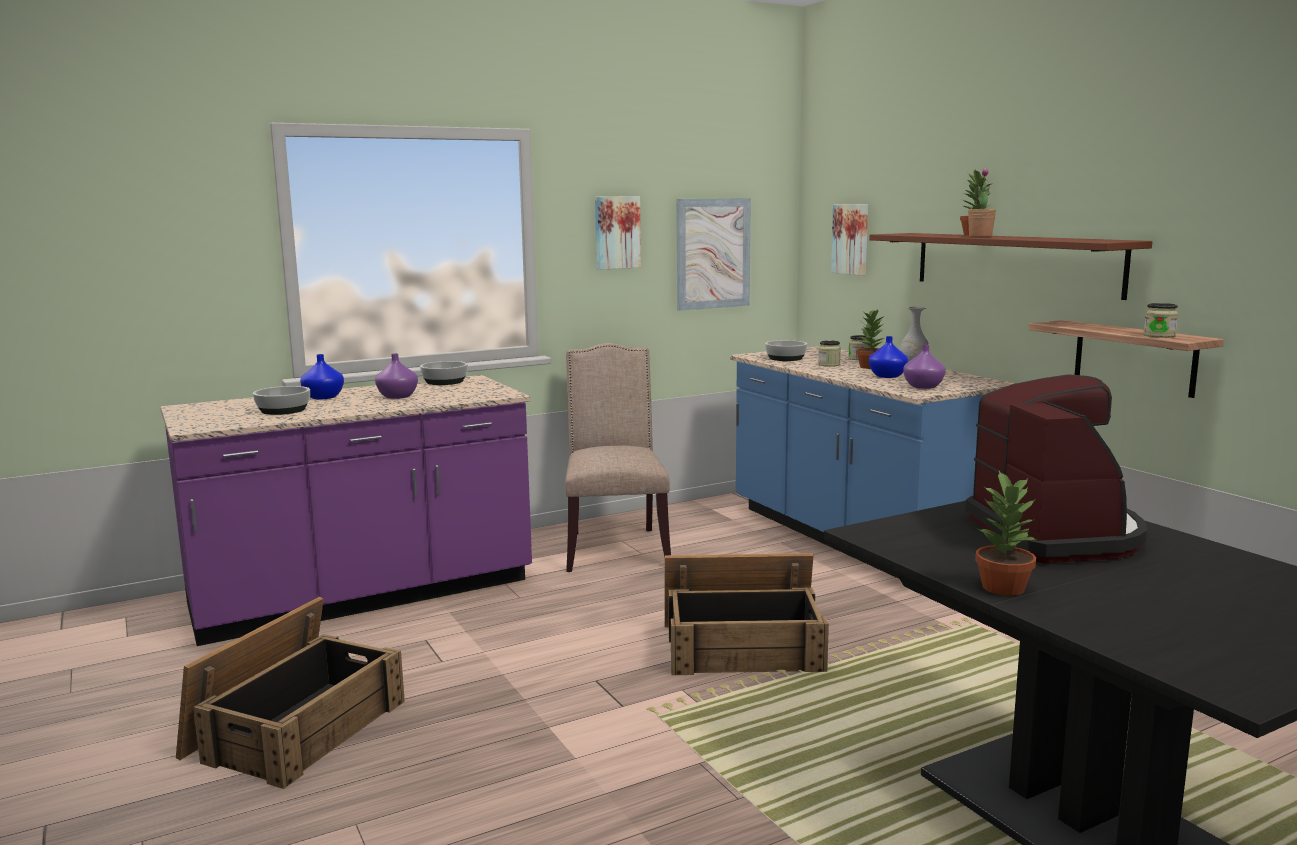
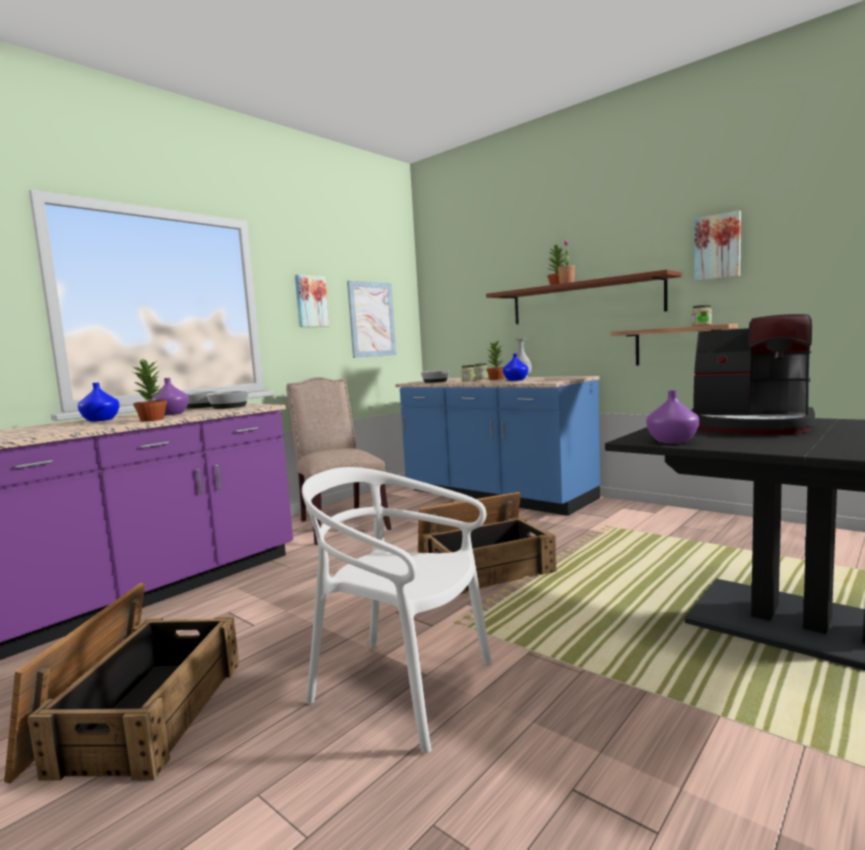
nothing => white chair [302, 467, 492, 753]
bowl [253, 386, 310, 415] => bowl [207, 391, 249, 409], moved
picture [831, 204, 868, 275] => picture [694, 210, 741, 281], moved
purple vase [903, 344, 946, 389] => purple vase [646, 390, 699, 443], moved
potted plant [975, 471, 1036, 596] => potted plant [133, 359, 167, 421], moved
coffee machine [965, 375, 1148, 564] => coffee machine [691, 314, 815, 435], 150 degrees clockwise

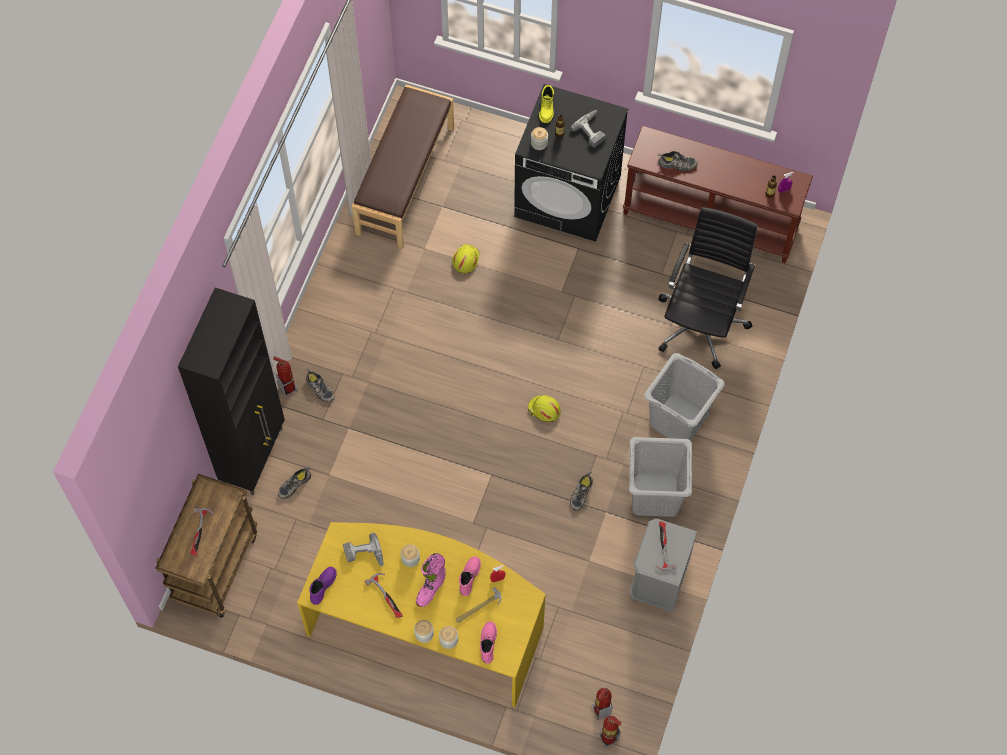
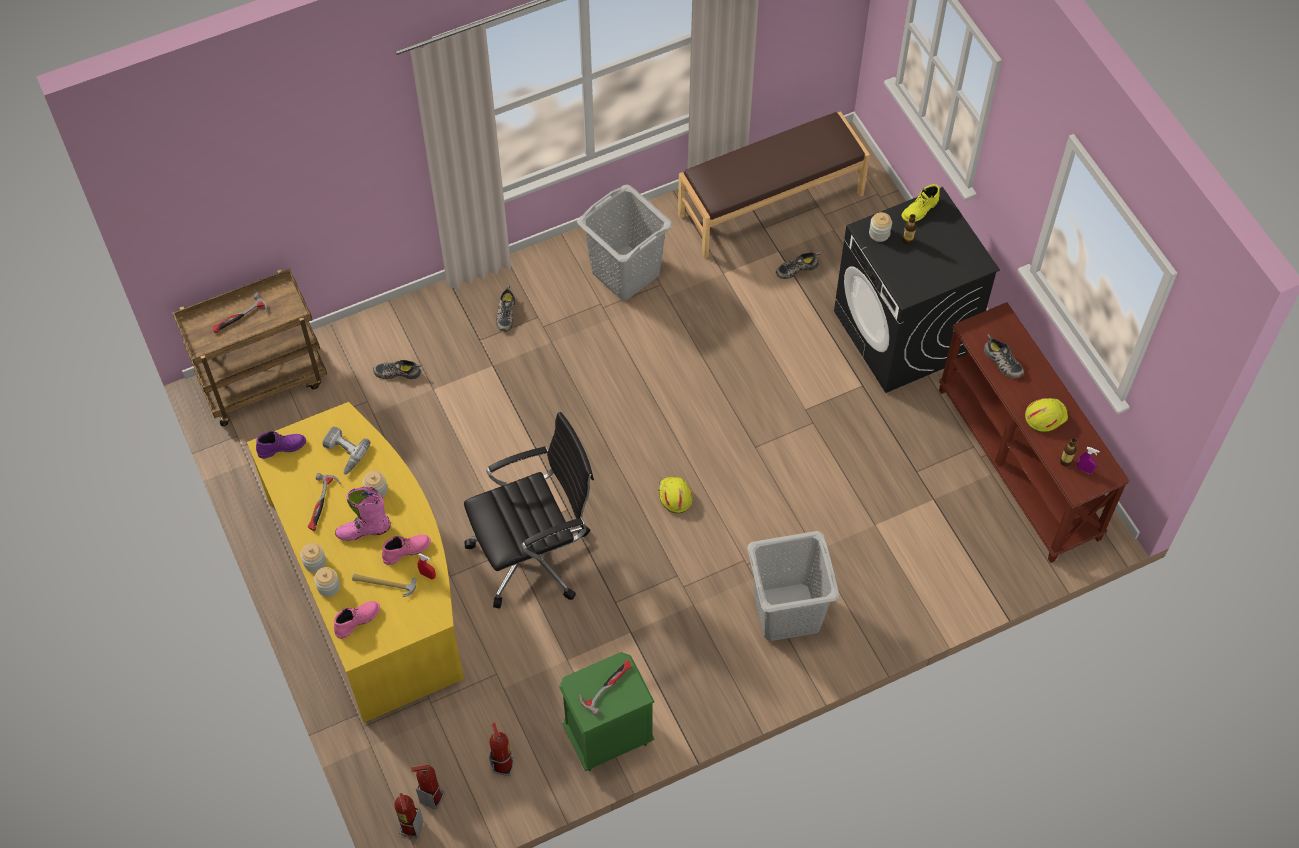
black cabinet [178, 288, 285, 496] => nothing
power drill [571, 110, 606, 147] => nothing
fire extinguisher [273, 356, 298, 397] => fire extinguisher [489, 723, 515, 776], moved
yellow hard hat [452, 244, 480, 273] => yellow hard hat [1025, 398, 1068, 432], moved
shoe [570, 471, 593, 511] => shoe [776, 252, 821, 279], moved
grey laundry basket [629, 437, 692, 517] => grey laundry basket [577, 185, 673, 300], moved
black office chair [658, 207, 758, 369] => black office chair [464, 412, 594, 608], moved
grey nightstand [629, 518, 697, 613] => green nightstand [559, 652, 655, 771]

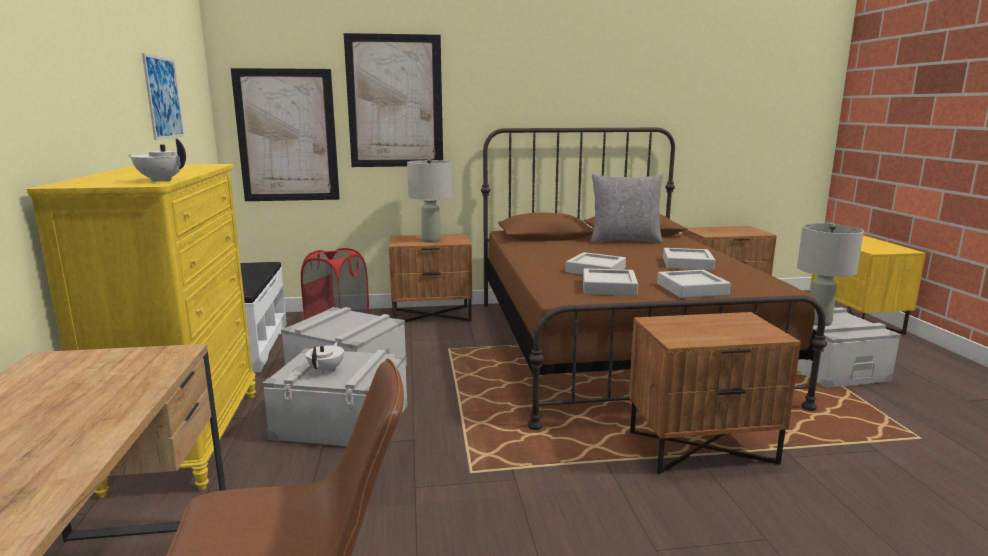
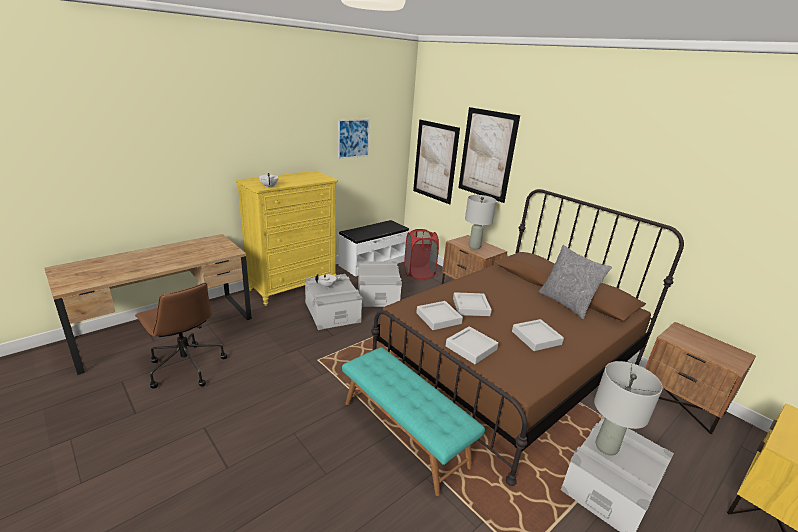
brown nightstand [629, 312, 801, 475] => turquoise bench [342, 347, 485, 496]

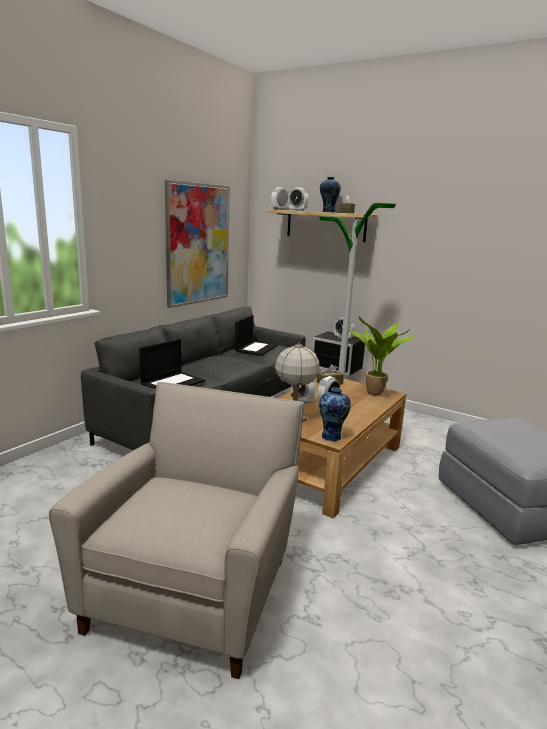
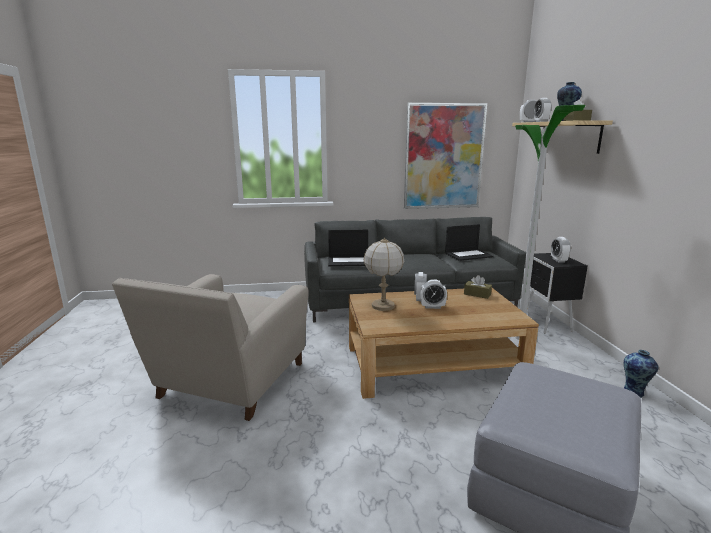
potted plant [348, 316, 416, 396] => nothing
vase [319, 388, 351, 441] => vase [624, 350, 659, 398], moved
beige armchair [49, 382, 304, 679] => beige armchair [112, 274, 309, 421], 135 degrees clockwise

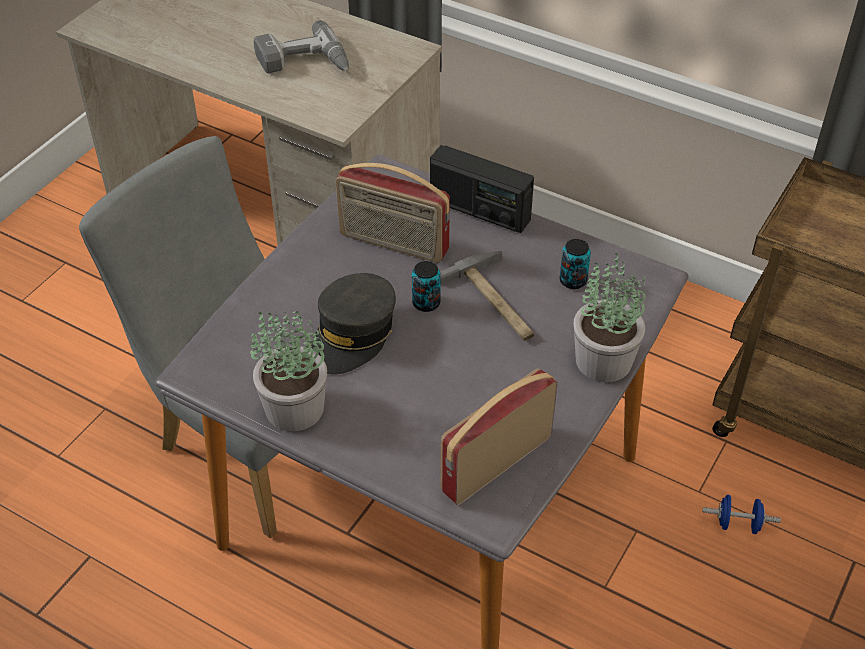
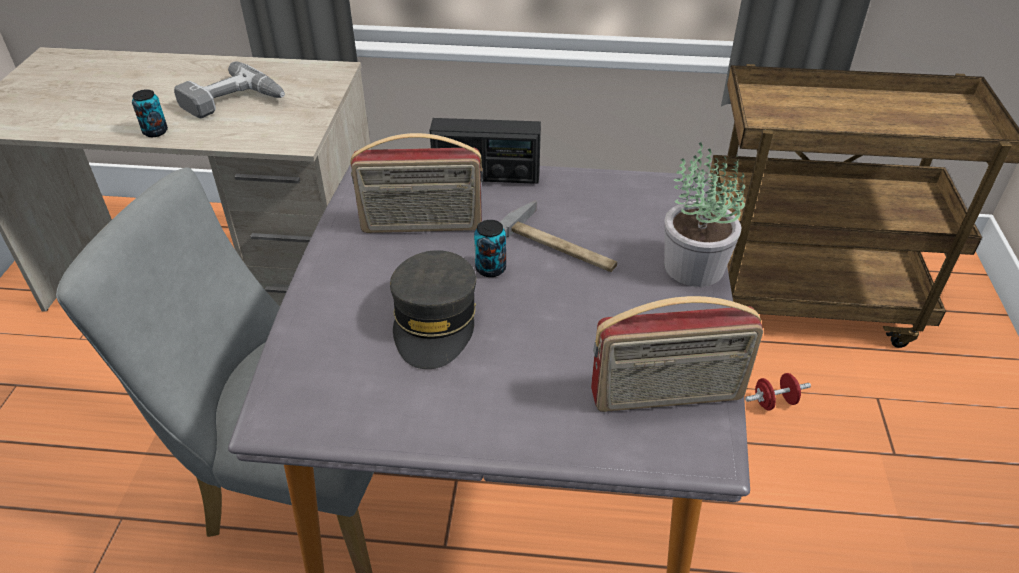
potted plant [250, 306, 327, 431] => nothing
can [560, 239, 591, 289] => can [132, 89, 168, 137], moved
blue dumbbell [702, 495, 781, 534] => red dumbbell [745, 373, 811, 410]
radio [440, 368, 558, 505] => radio [591, 296, 763, 412], 120 degrees counterclockwise

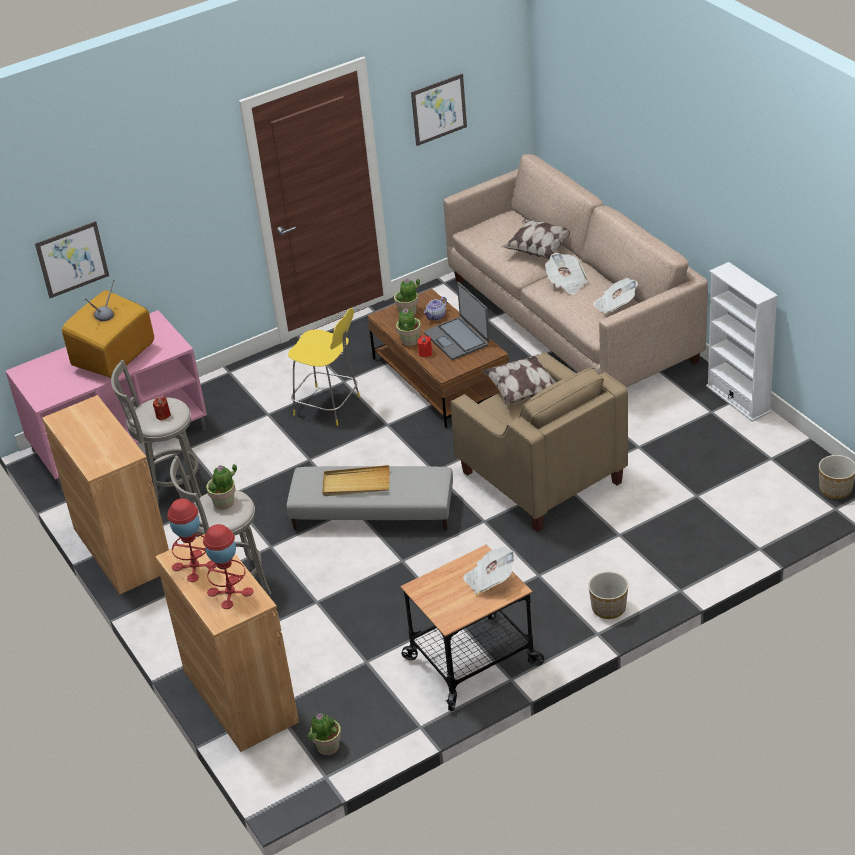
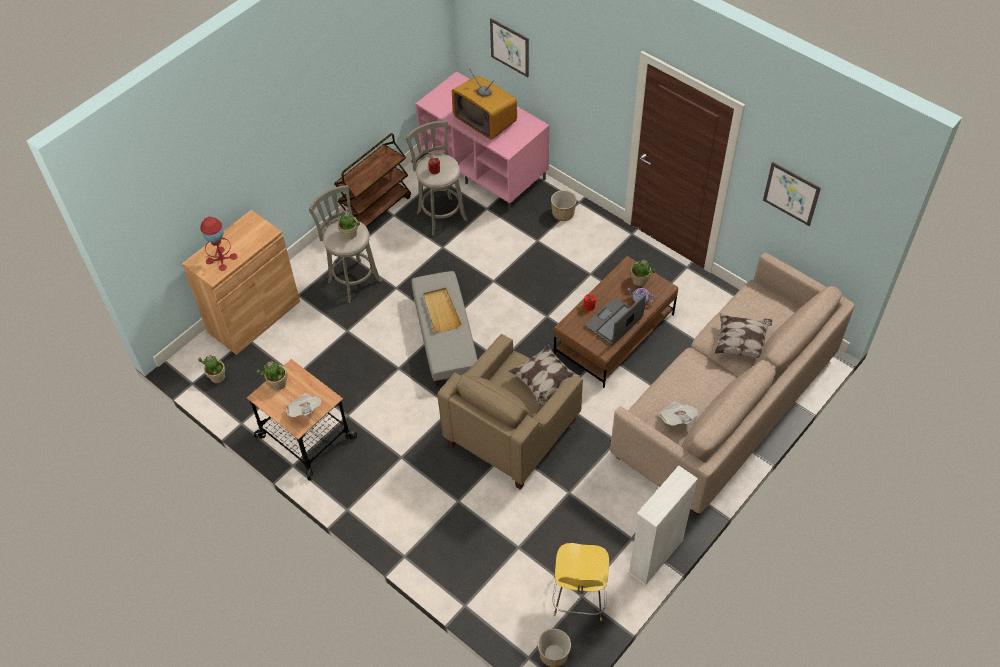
red table lamp [167, 499, 217, 582] => nothing
newspaper [545, 253, 588, 295] => nothing
yellow stool [288, 308, 360, 426] => yellow stool [552, 543, 609, 621], moved
potted plant [396, 308, 421, 346] => potted plant [257, 361, 287, 390], moved
planter [588, 572, 628, 619] => planter [551, 190, 577, 221], moved
brown cabinet [42, 395, 169, 595] => brown cart [334, 133, 411, 227]
television [62, 280, 154, 378] => television [452, 69, 517, 140], 150 degrees counterclockwise

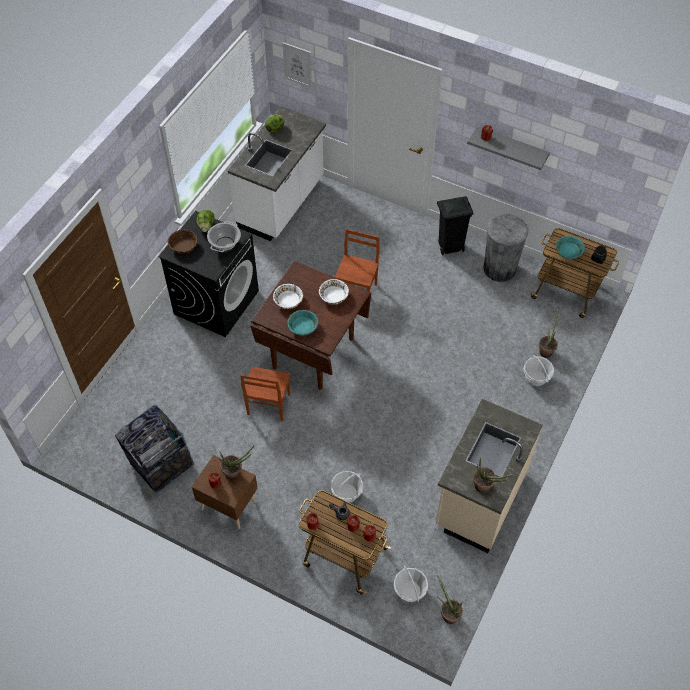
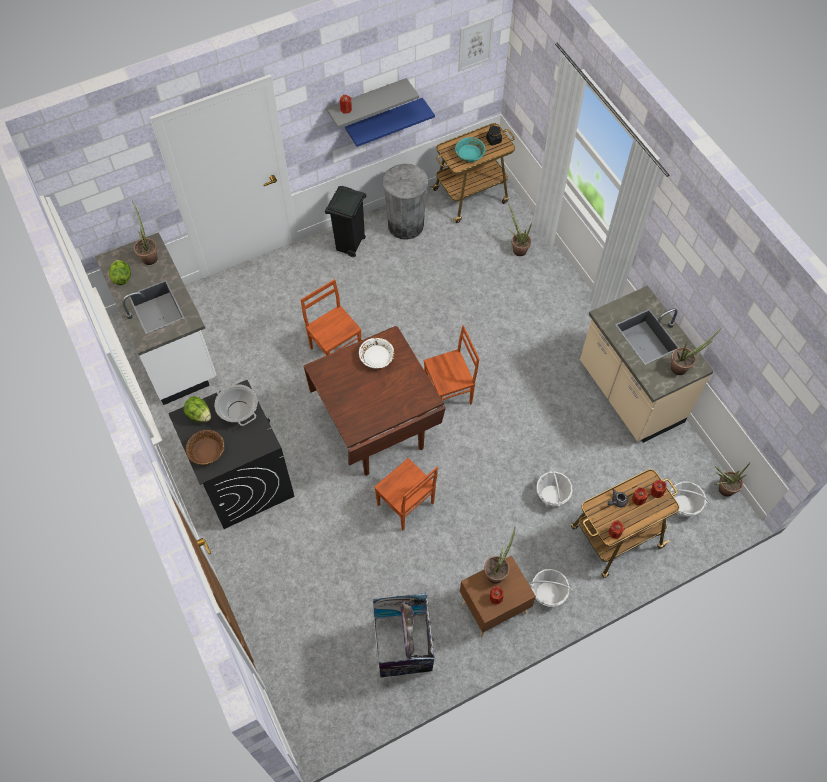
white bowl [273, 284, 303, 309] => nothing
turquoise bowl [287, 310, 318, 336] => nothing
nothing => potted plant [132, 201, 157, 265]
nothing => blue shelf [345, 98, 435, 147]
nothing => brown chair [424, 325, 479, 405]
picture [282, 42, 312, 88] => picture [458, 16, 494, 72], moved
basket [524, 355, 554, 386] => basket [529, 569, 573, 607], moved

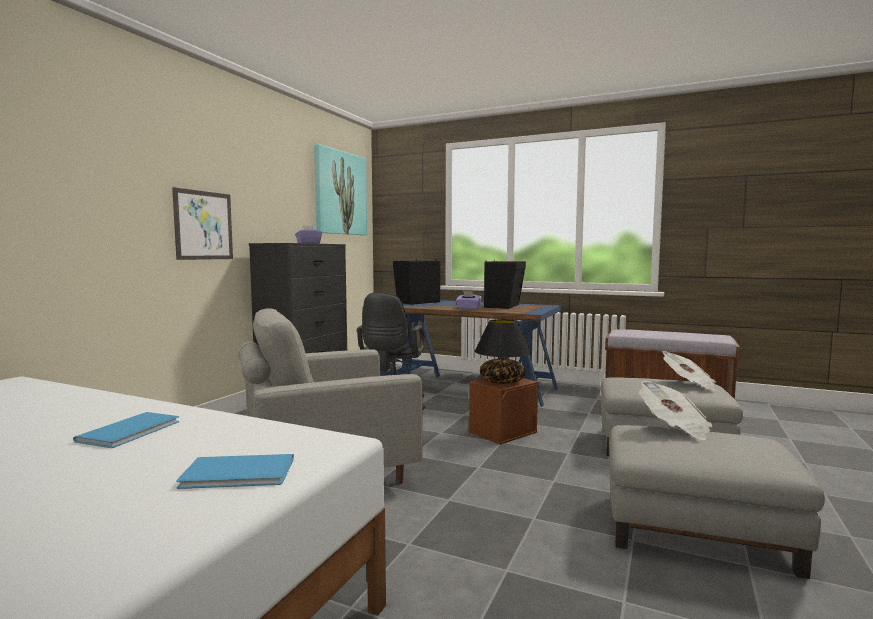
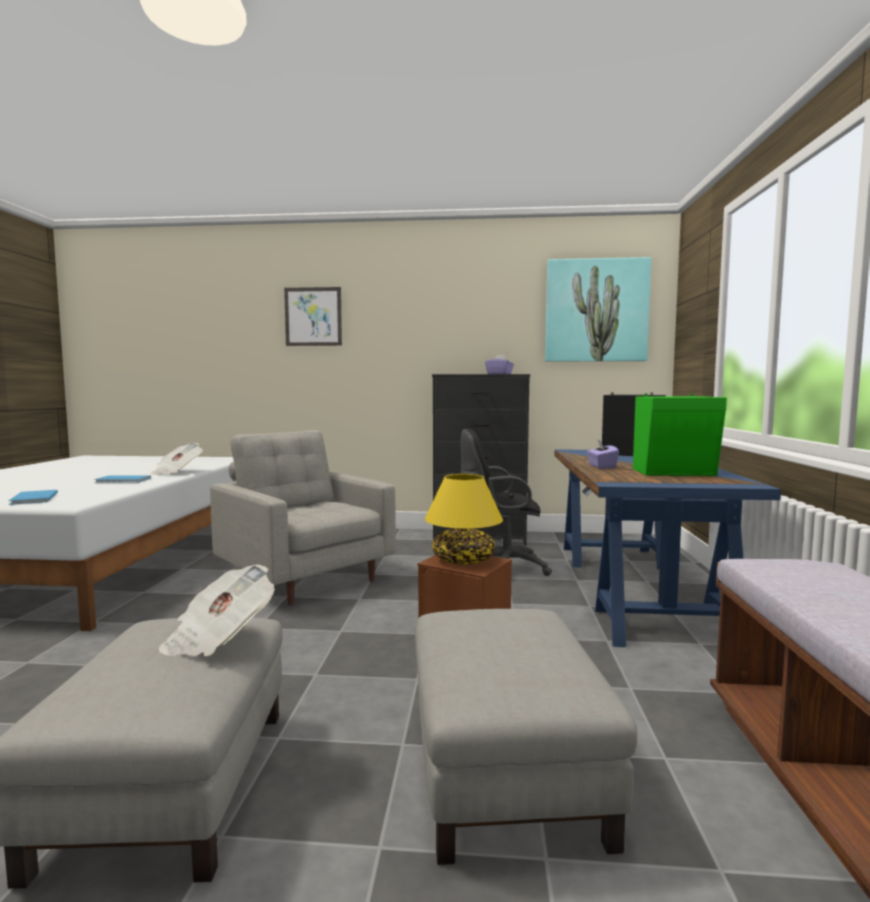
picture [172, 187, 233, 260] => picture [284, 287, 342, 346], moved
newspaper [662, 351, 716, 391] => newspaper [150, 443, 203, 475], moved
black table lamp [475, 319, 531, 384] => yellow table lamp [425, 474, 503, 565]
black speaker [484, 259, 526, 309] => green speaker [633, 393, 727, 476]

